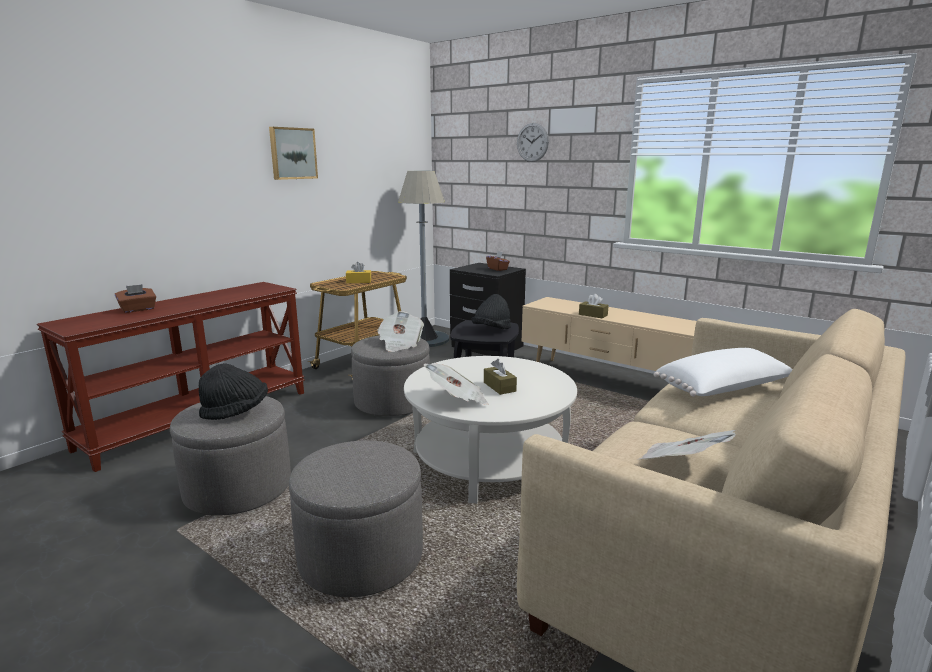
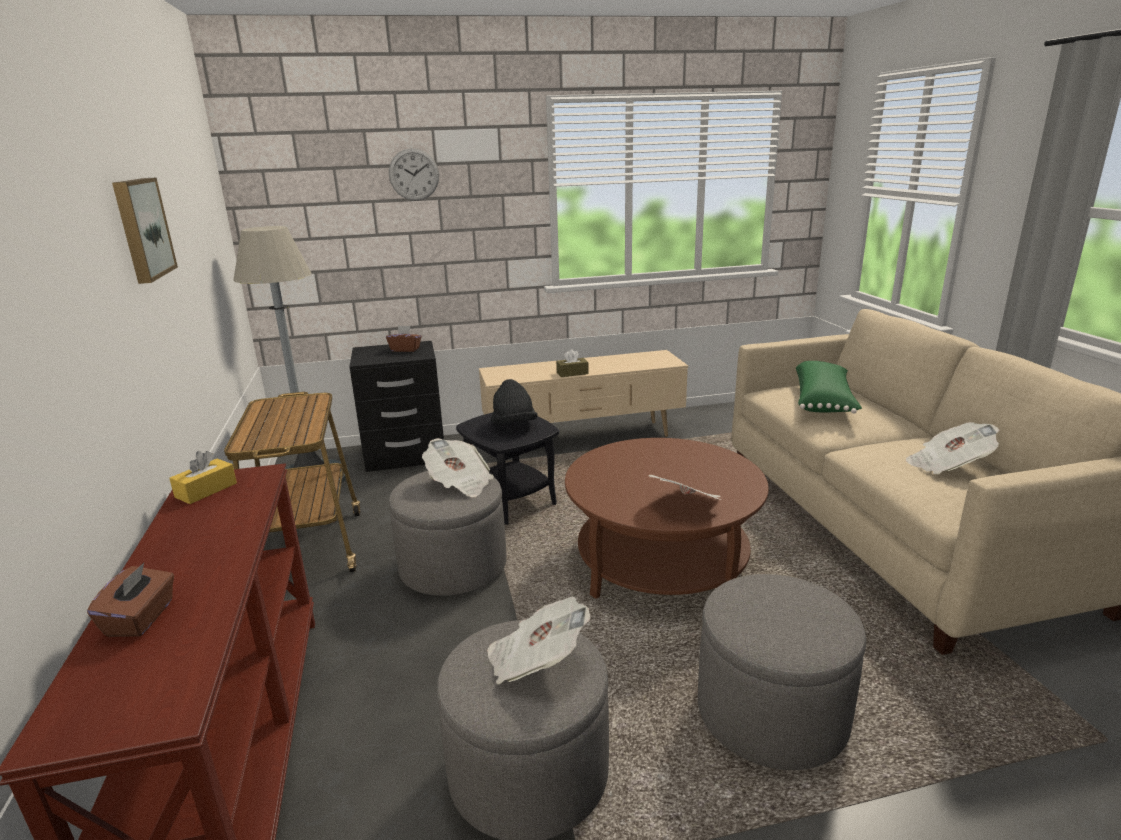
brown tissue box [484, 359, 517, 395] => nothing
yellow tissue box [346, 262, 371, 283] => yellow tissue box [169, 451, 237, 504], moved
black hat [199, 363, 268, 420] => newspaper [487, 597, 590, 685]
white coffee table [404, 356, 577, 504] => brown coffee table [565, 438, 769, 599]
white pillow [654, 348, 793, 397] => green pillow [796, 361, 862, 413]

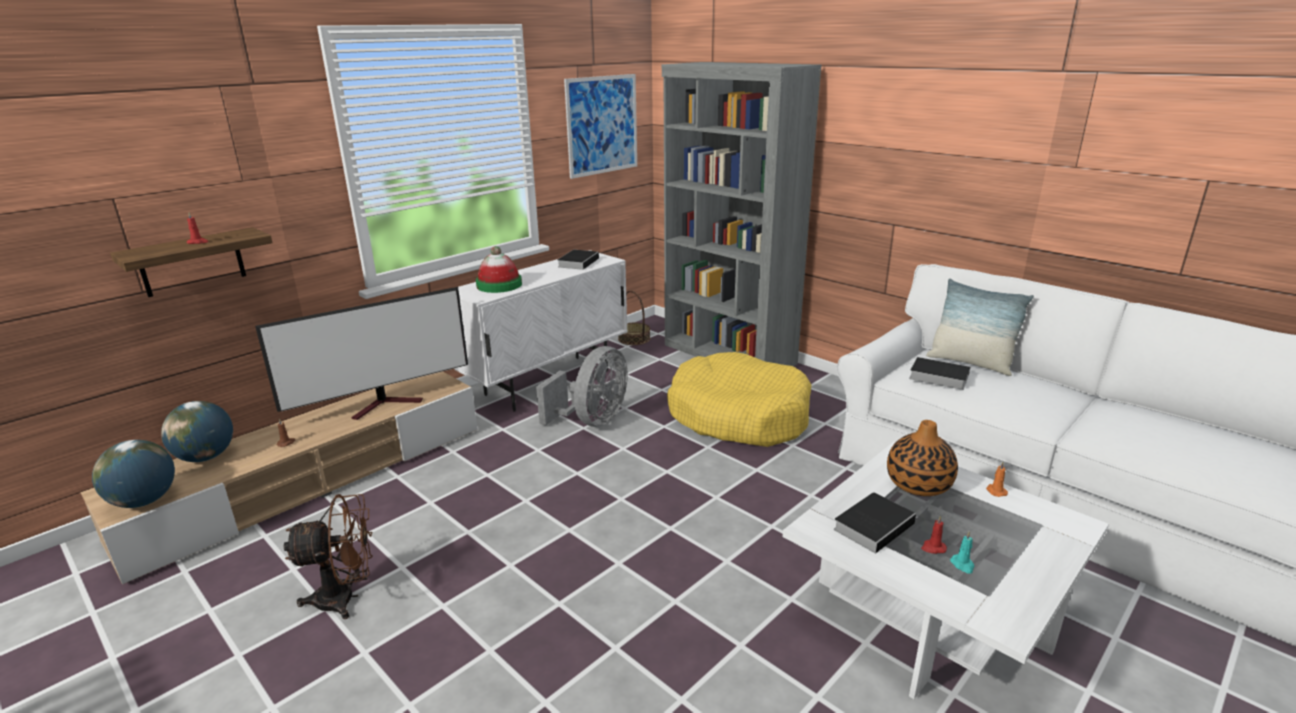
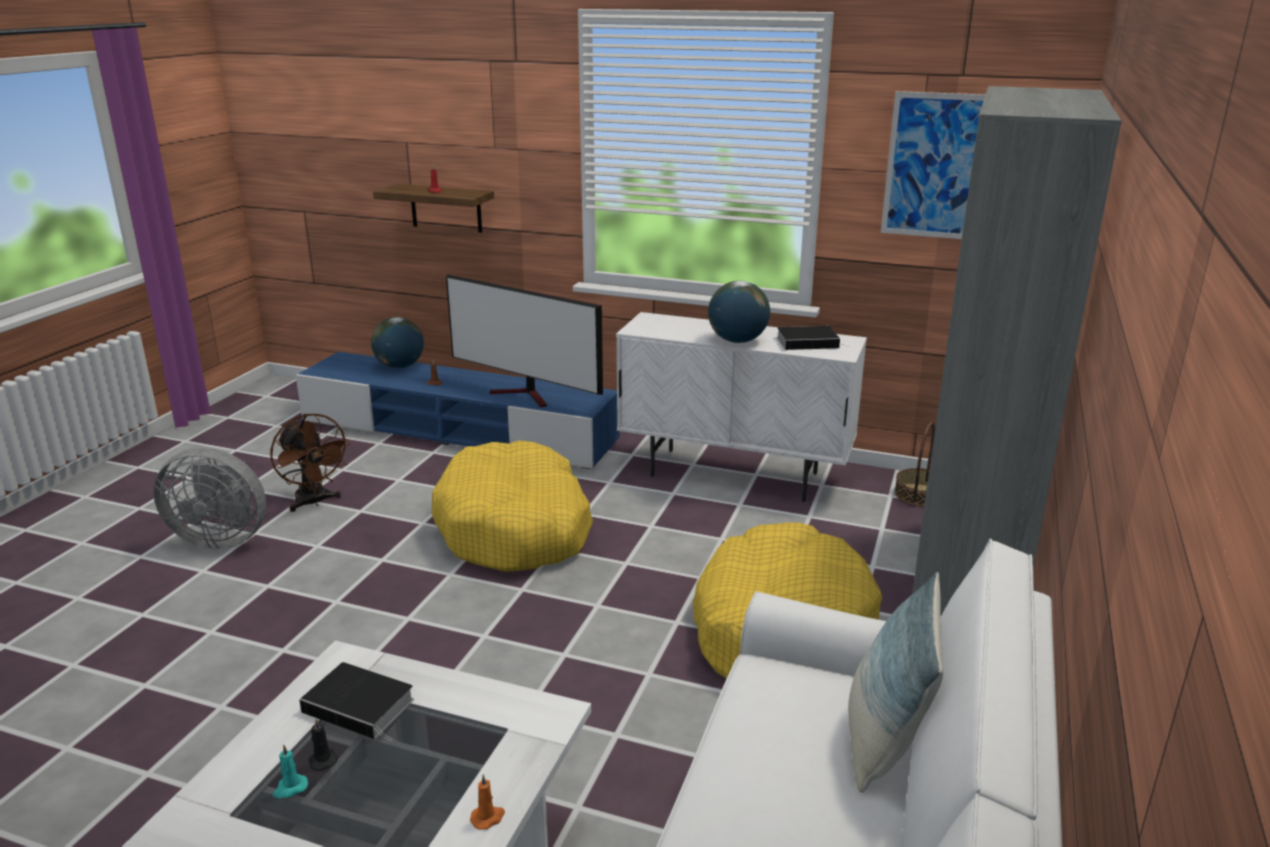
hat [476, 246, 522, 293] => nothing
vase [887, 420, 958, 496] => nothing
book [909, 357, 970, 390] => nothing
nothing => yellow dog bed [432, 440, 593, 572]
globe [92, 440, 175, 508] => globe [708, 281, 770, 343], moved
grey fan [536, 346, 628, 427] => grey fan [153, 448, 266, 549], moved
beige tv stand [80, 371, 478, 584] => blue tv stand [296, 352, 620, 469]
red candle [921, 515, 947, 554] => black candle [309, 719, 338, 771]

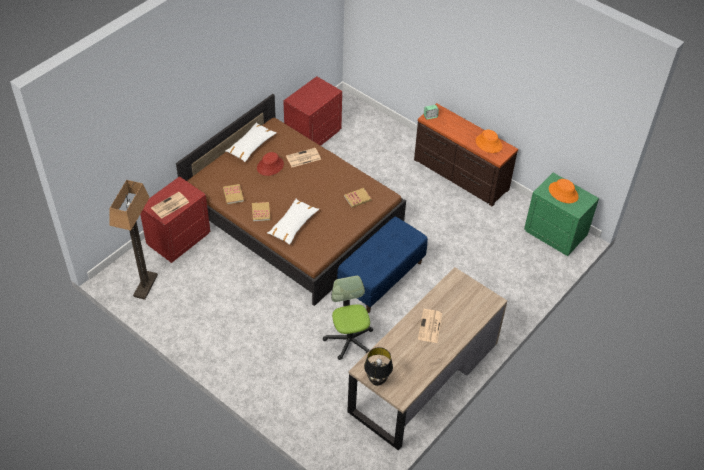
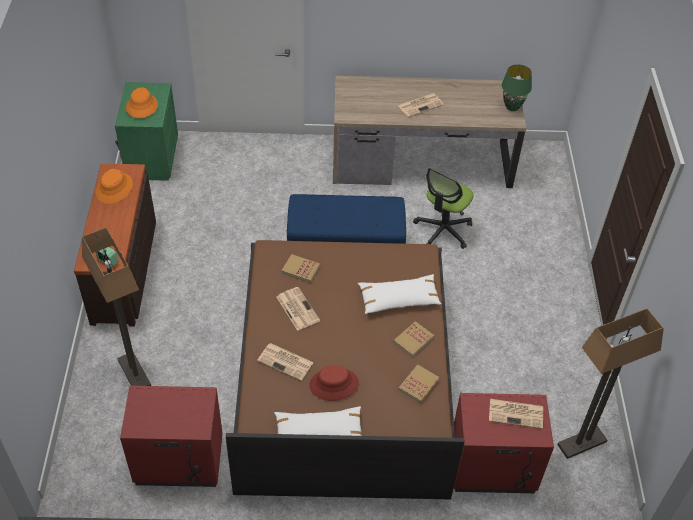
nothing => floor lamp [82, 228, 151, 386]
nothing => newspaper [276, 287, 320, 331]
black table lamp [364, 347, 393, 386] => green table lamp [502, 64, 532, 111]

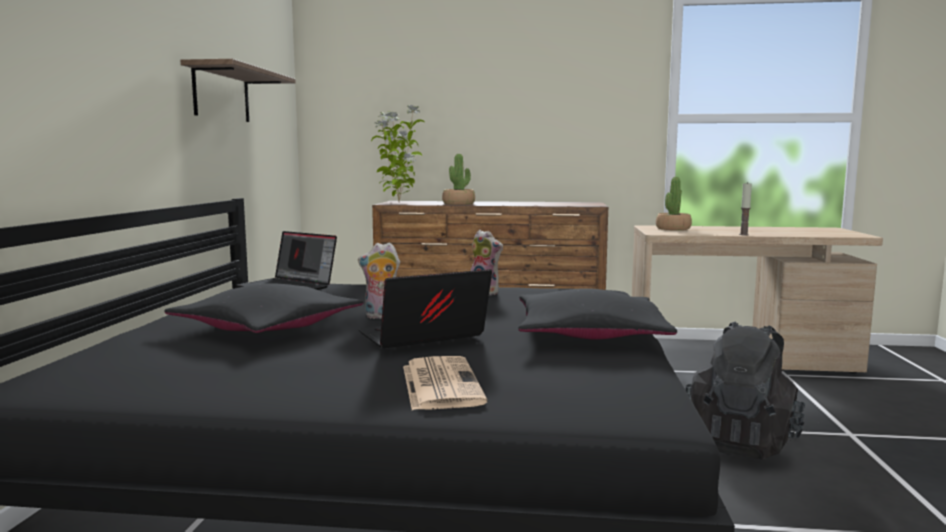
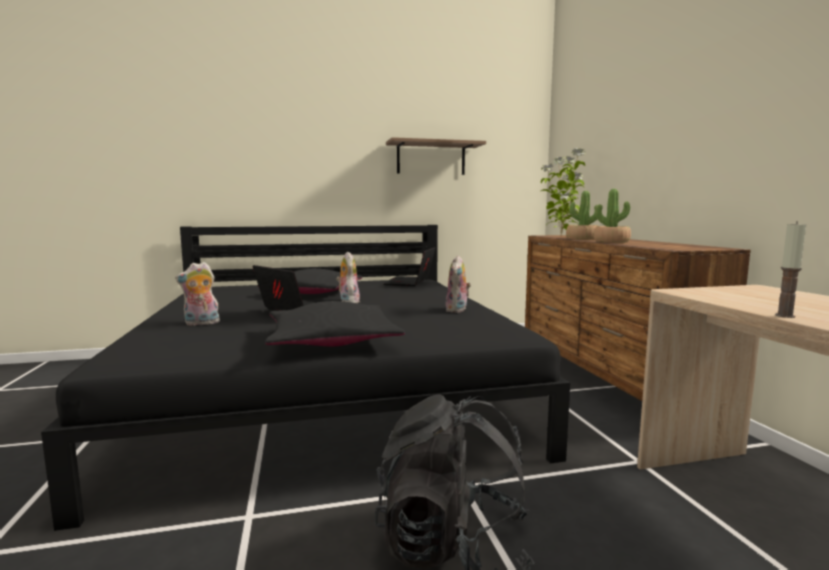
potted plant [656, 177, 692, 230] => potted plant [594, 189, 631, 243], moved
newspaper [403, 356, 487, 410] => plush toy [175, 262, 220, 326]

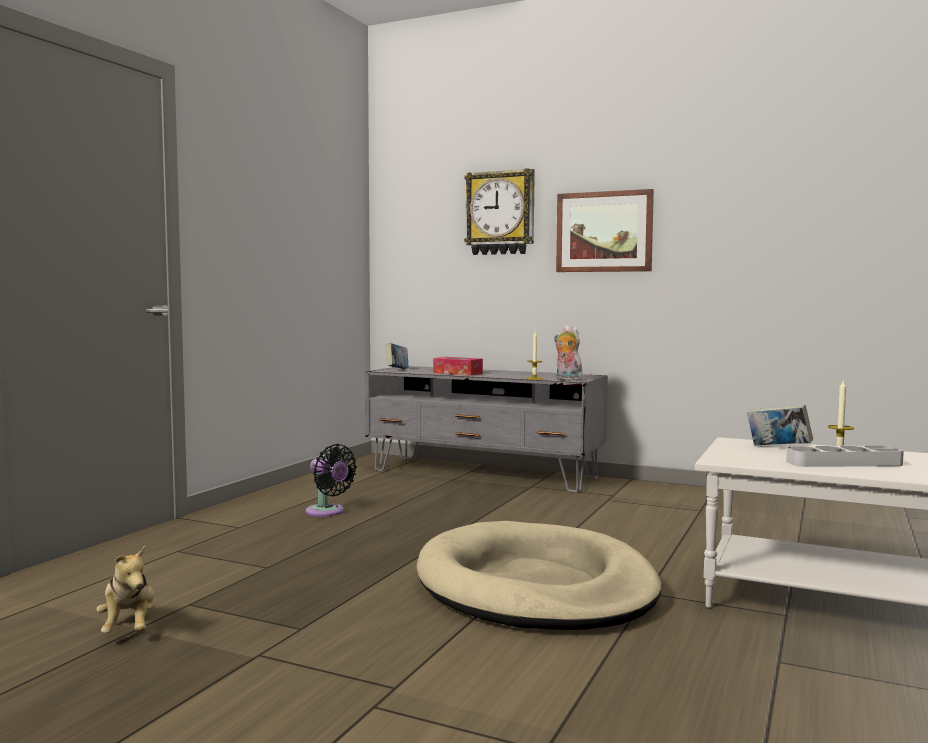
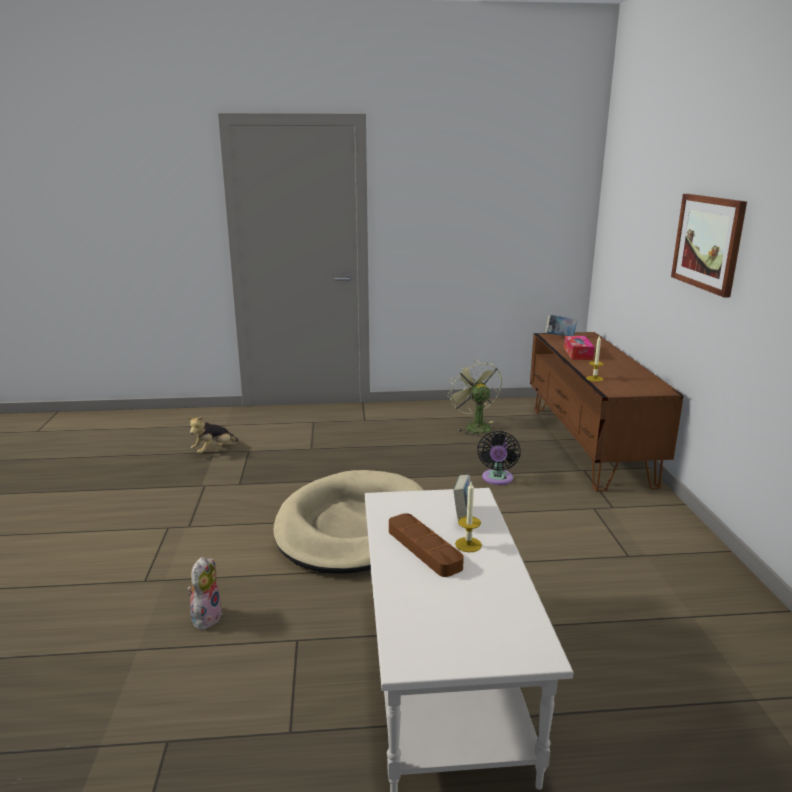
wall clock [464, 169, 535, 255] => nothing
nothing => green fan [447, 359, 502, 437]
black fan [306, 444, 357, 517] => black fan [477, 431, 521, 485], moved
plush toy [554, 325, 582, 381] => plush toy [187, 557, 223, 630], moved
grey tv stand [365, 366, 608, 493] => brown tv stand [530, 332, 684, 492]
grey tray [786, 446, 904, 467] => brown tray [389, 513, 464, 577]

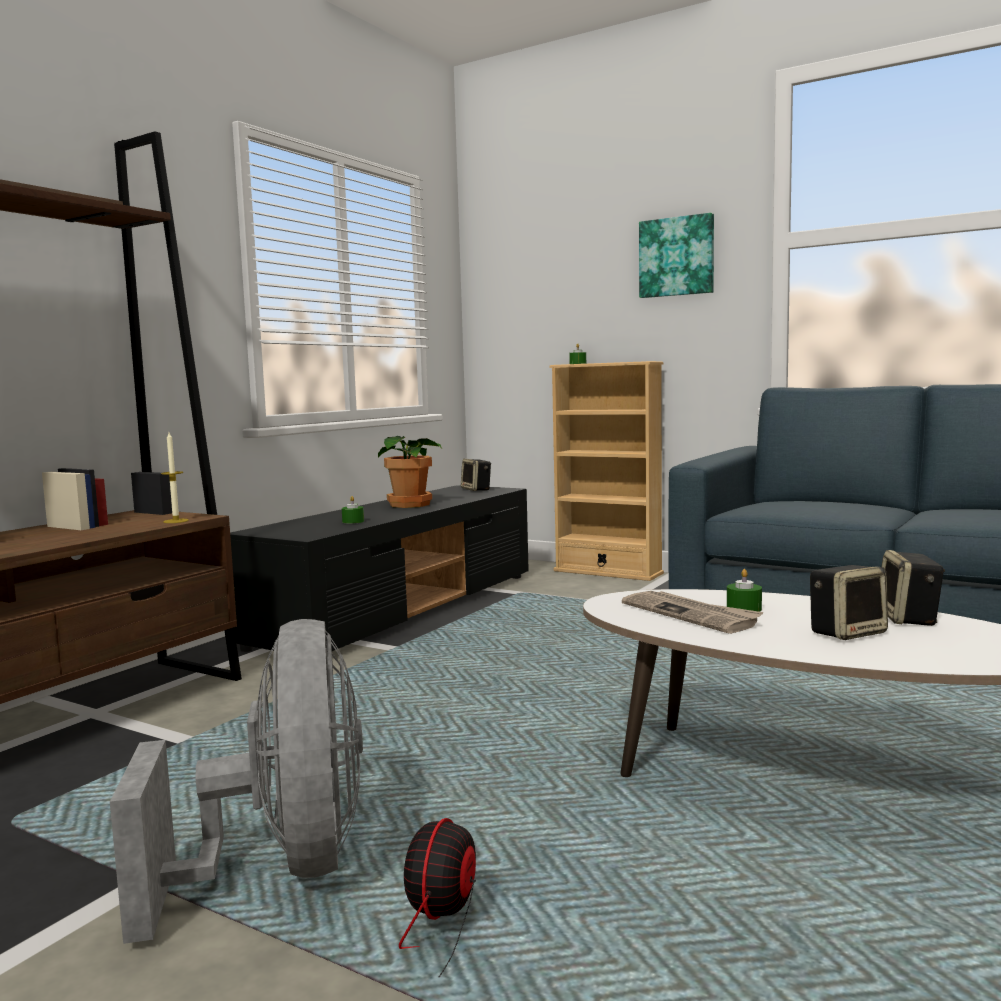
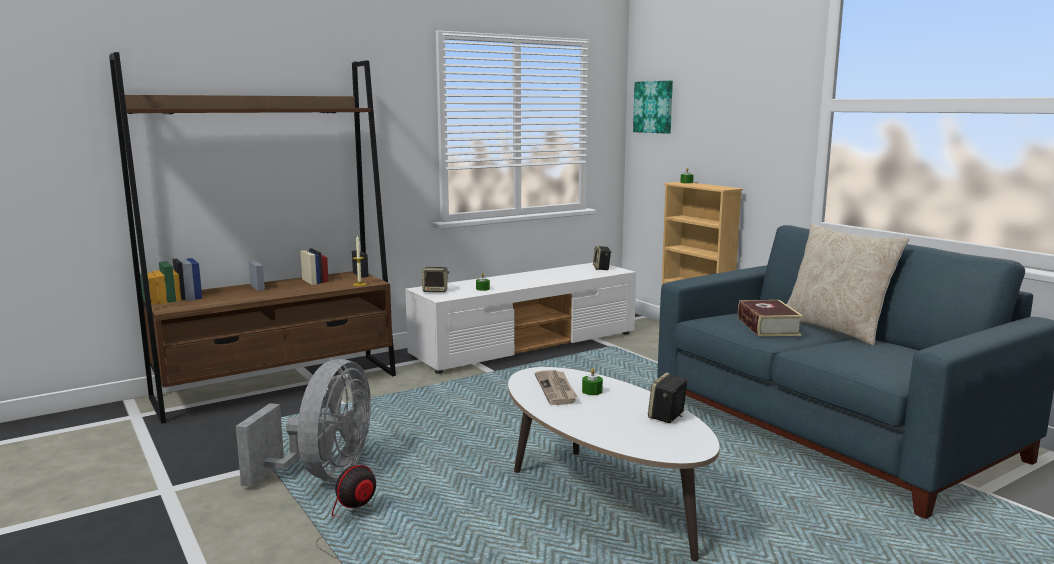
potted plant [378, 436, 442, 508] => nothing
nothing => book [738, 300, 803, 336]
nothing => beige pillow [787, 224, 909, 346]
picture [639, 213, 714, 298] => picture [633, 81, 673, 134], moved
speaker [810, 565, 888, 640] => speaker [422, 267, 449, 292], moved
black tv stand [230, 485, 529, 652] => white tv stand [405, 263, 636, 374]

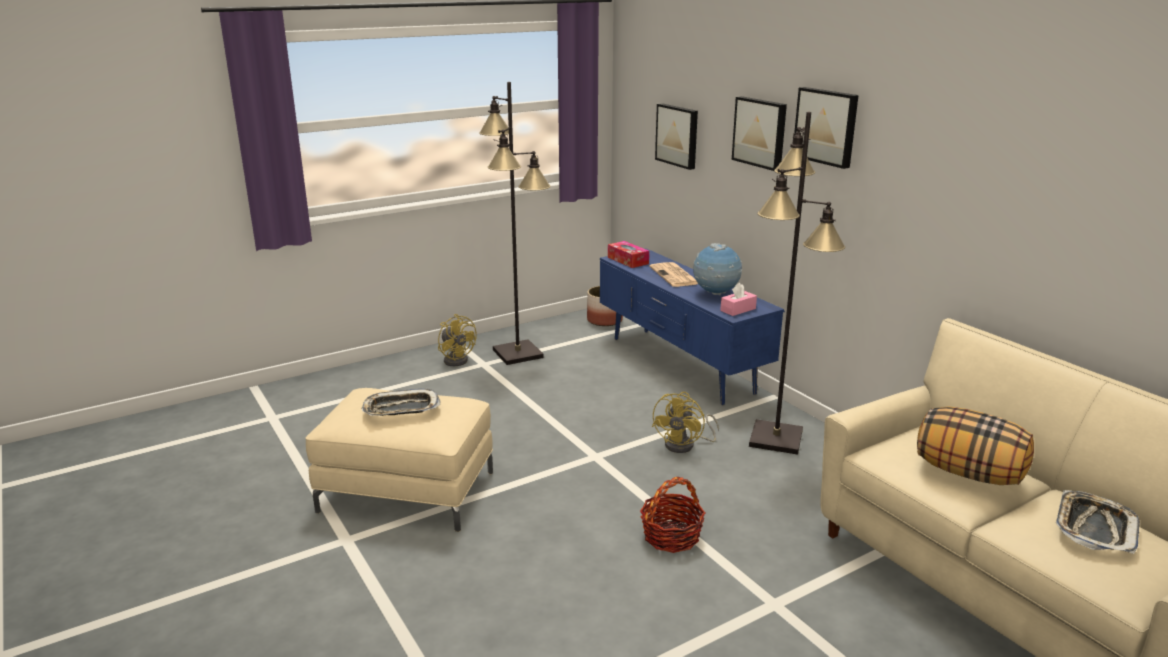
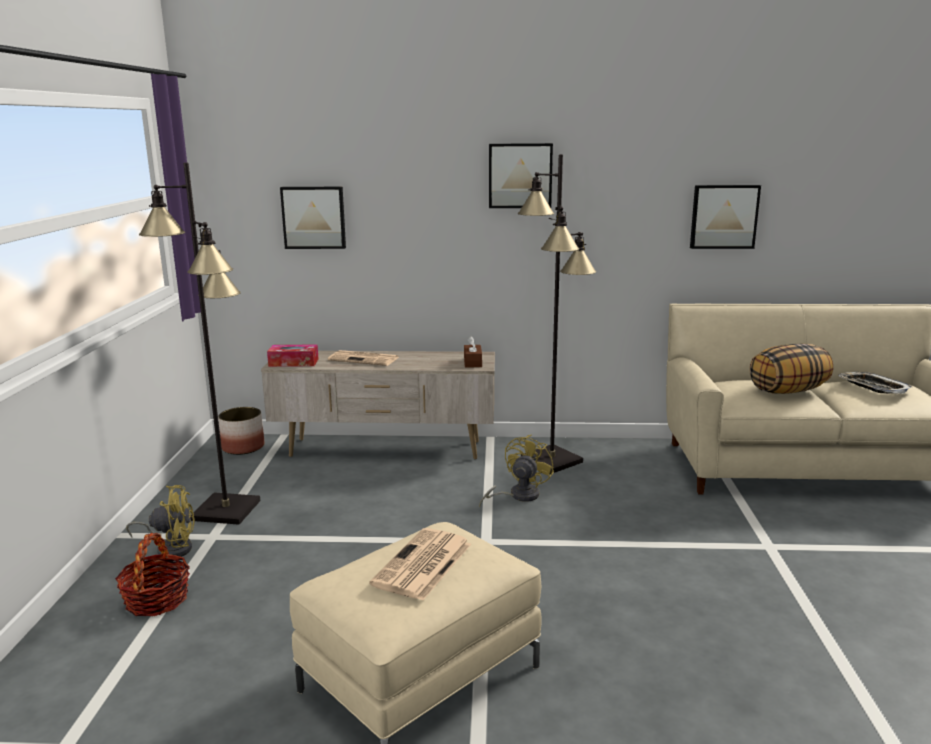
globe [693, 243, 742, 296] => nothing
basket [640, 477, 705, 553] => basket [115, 533, 190, 616], moved
picture [732, 96, 787, 171] => picture [690, 185, 761, 249], moved
tray [361, 388, 440, 416] => newspaper [369, 528, 471, 601]
blue tv stand [600, 248, 785, 405] => beige tv stand [261, 351, 495, 459]
pink tissue box [720, 283, 757, 316] => brown tissue box [464, 336, 482, 368]
yellow fan [652, 392, 719, 453] => yellow fan [479, 434, 554, 507], 120 degrees counterclockwise

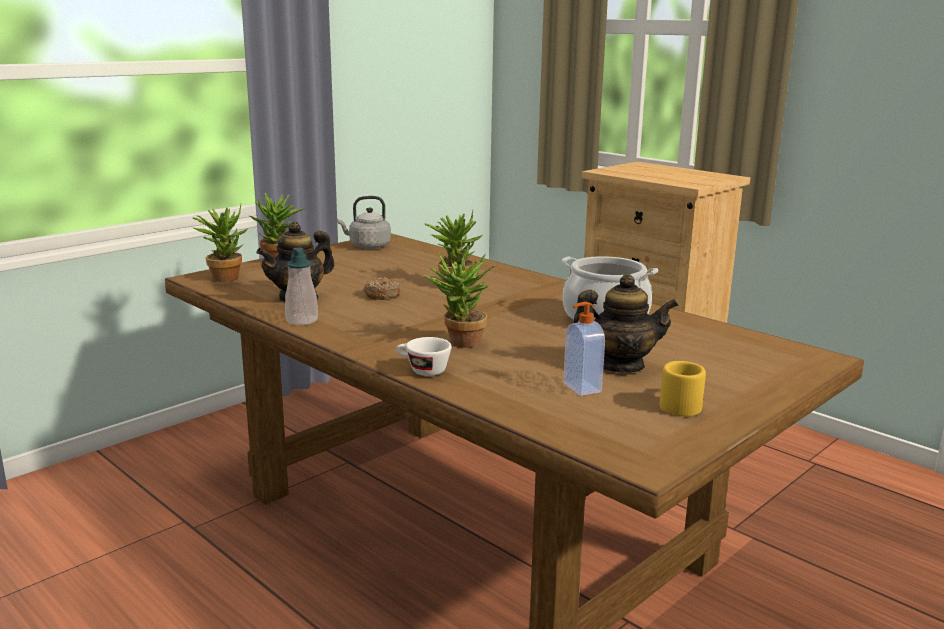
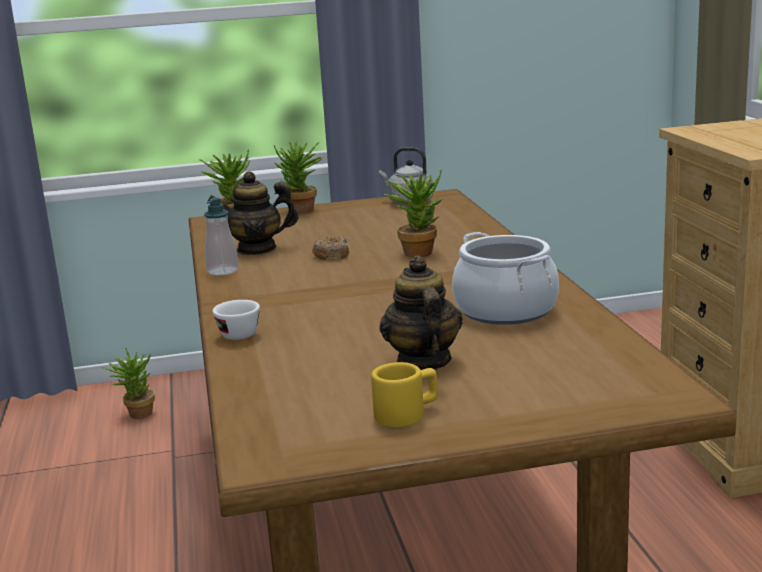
soap dispenser [563, 302, 605, 396] => nothing
potted plant [424, 252, 496, 348] => potted plant [101, 347, 155, 419], moved
teapot [572, 274, 678, 373] => teapot [380, 255, 463, 370], 135 degrees counterclockwise

